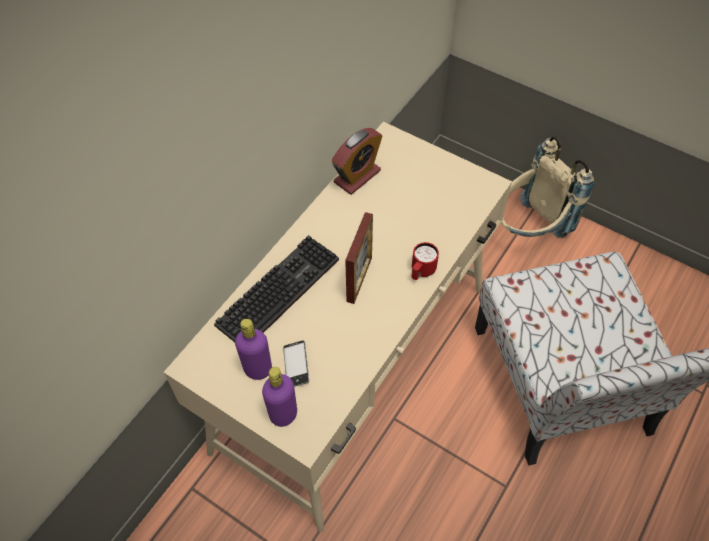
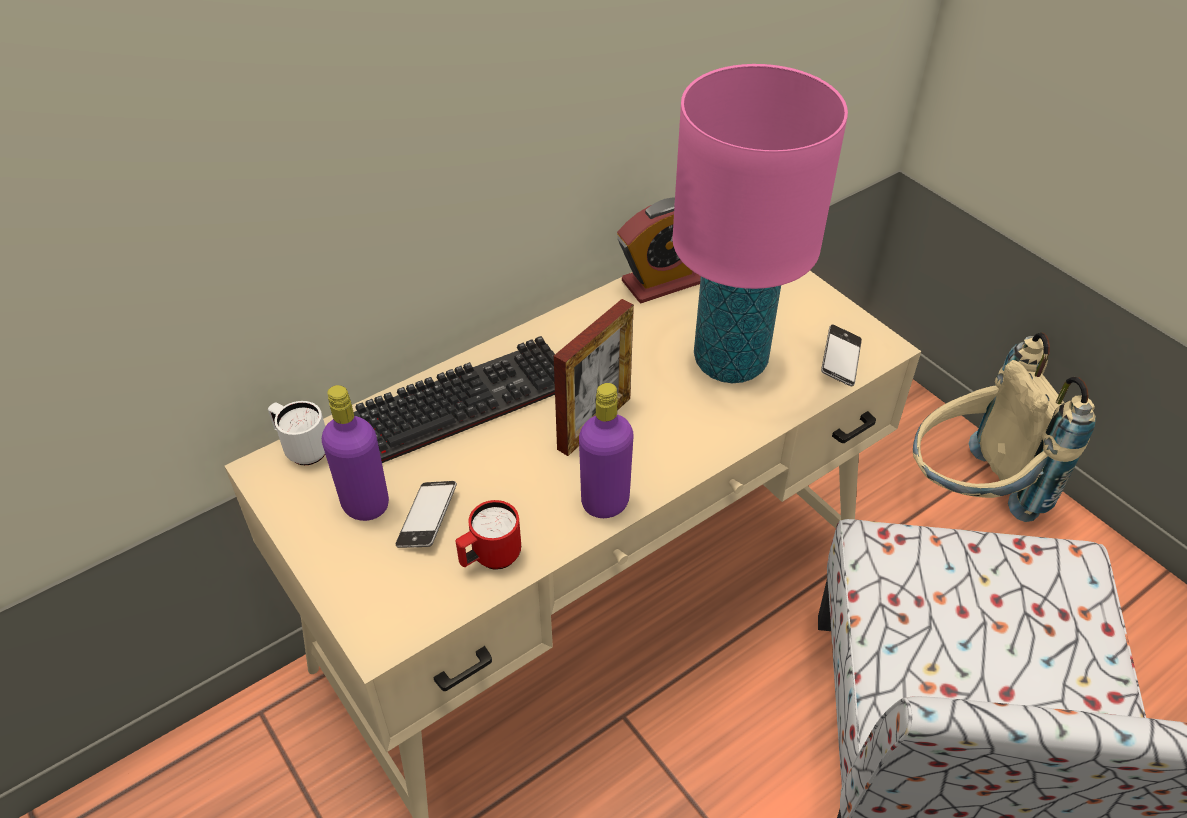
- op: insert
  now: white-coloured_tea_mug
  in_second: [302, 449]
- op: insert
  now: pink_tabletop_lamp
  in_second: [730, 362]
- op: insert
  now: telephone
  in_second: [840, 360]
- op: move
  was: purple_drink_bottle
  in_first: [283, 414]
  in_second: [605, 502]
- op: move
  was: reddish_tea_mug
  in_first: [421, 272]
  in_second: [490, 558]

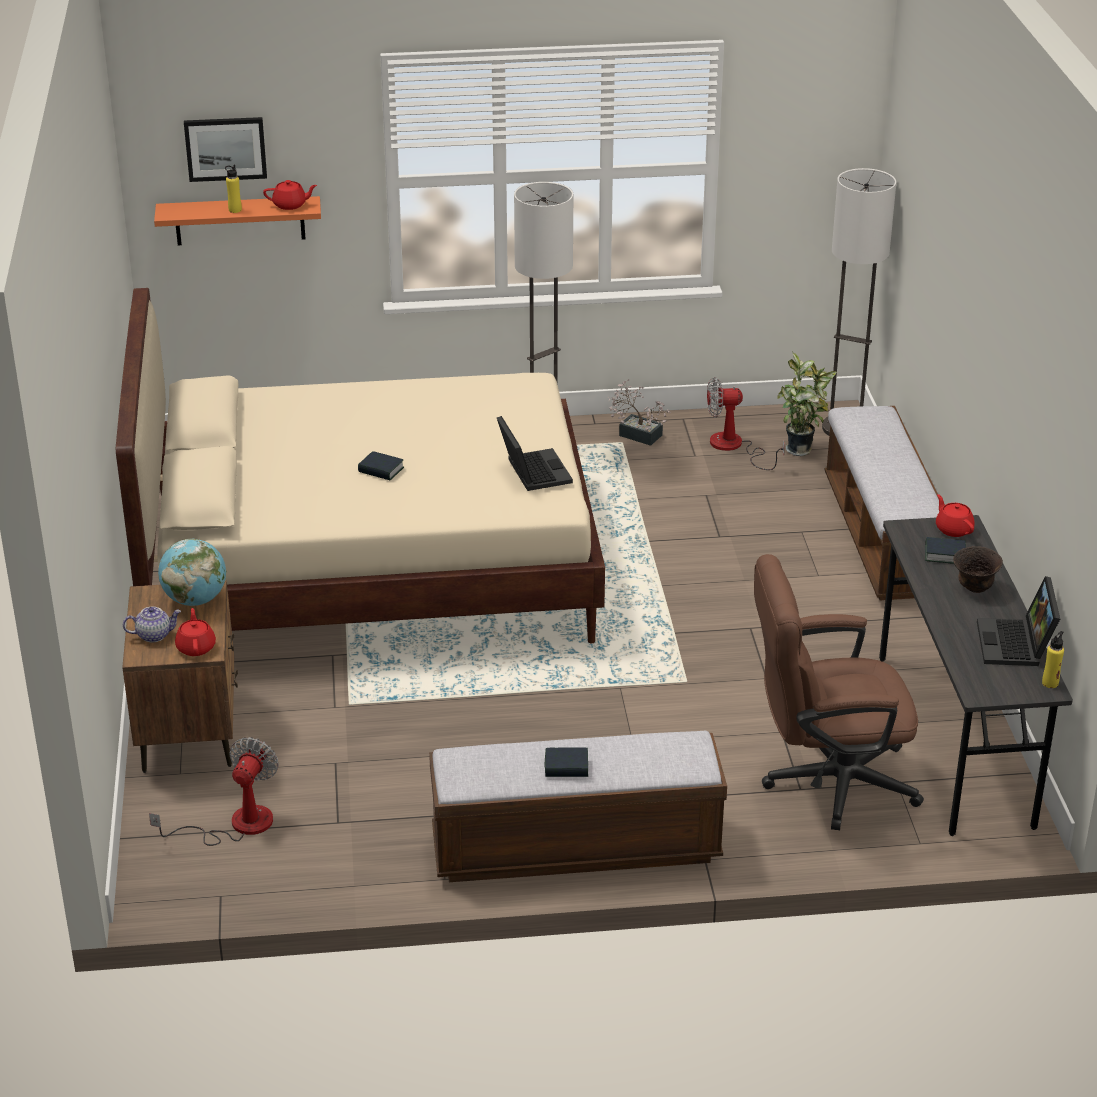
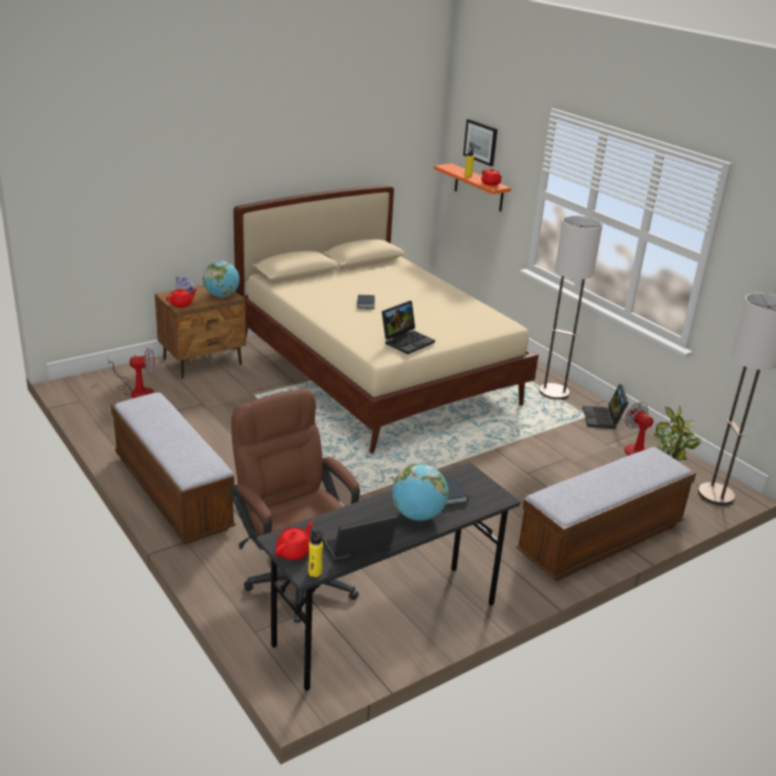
- op: delete
  was: book
  in_first: [566, 767]
- op: move
  was: reddish_pot_for_tea
  in_first: [953, 529]
  in_second: [294, 552]
- op: replace
  was: houseplant
  now: portable_computer
  in_first: [636, 433]
  in_second: [603, 419]
- op: replace
  was: brown-coloured_bowl
  now: world_globe
  in_first: [974, 587]
  in_second: [418, 515]

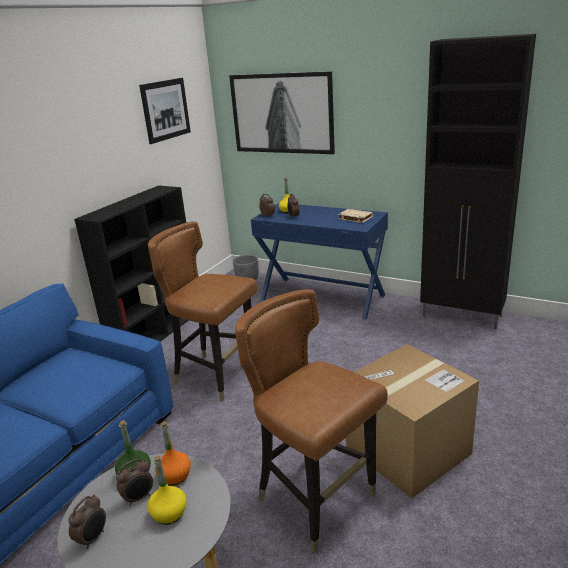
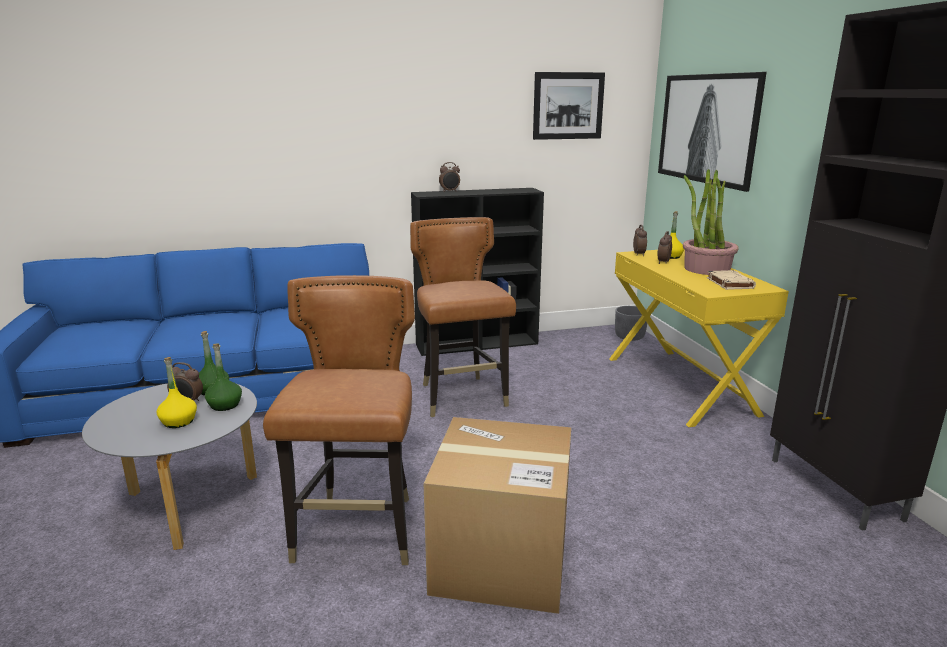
- op: insert
  now: houseplant
  in_second: [706, 269]
- op: move
  was: alarm_clock
  in_first: [93, 538]
  in_second: [450, 191]
- op: recolor
  was: orange_drink_bottle
  now: green_drink_bottle
  in_first: [174, 476]
  in_second: [225, 405]
- op: recolor
  was: blue_desk
  now: yellowish_desk
  in_first: [322, 297]
  in_second: [680, 385]

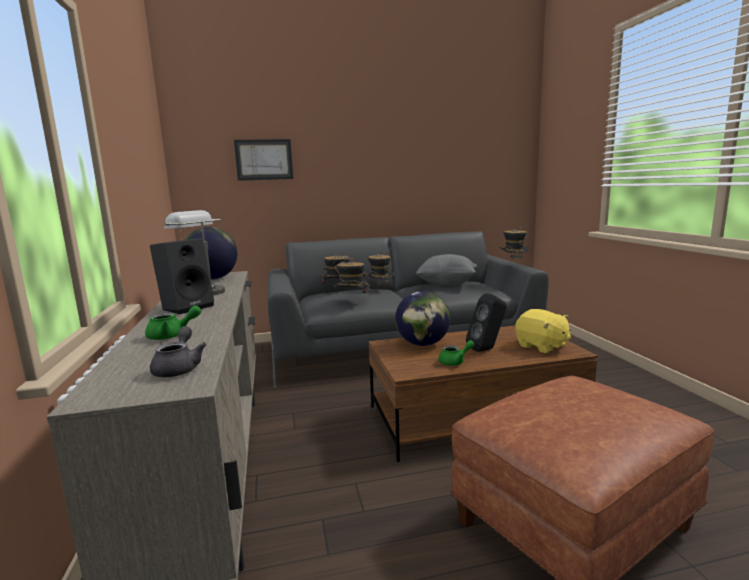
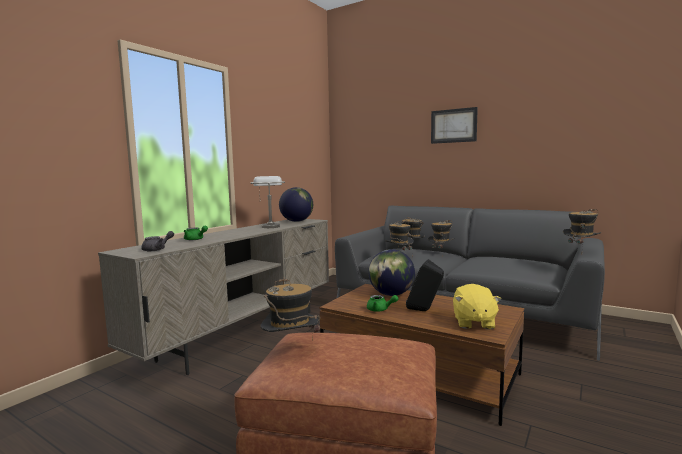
- op: delete
  was: black-coloured_speaker
  in_first: [187, 307]
- op: delete
  was: gray_pillow
  in_first: [447, 284]
- op: insert
  now: wearable_hat
  in_second: [291, 350]
- op: move
  was: wall_picture
  in_first: [264, 159]
  in_second: [453, 126]

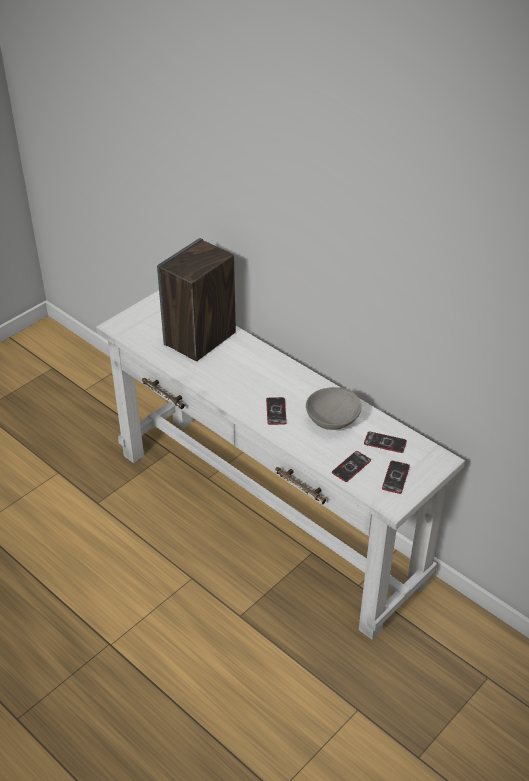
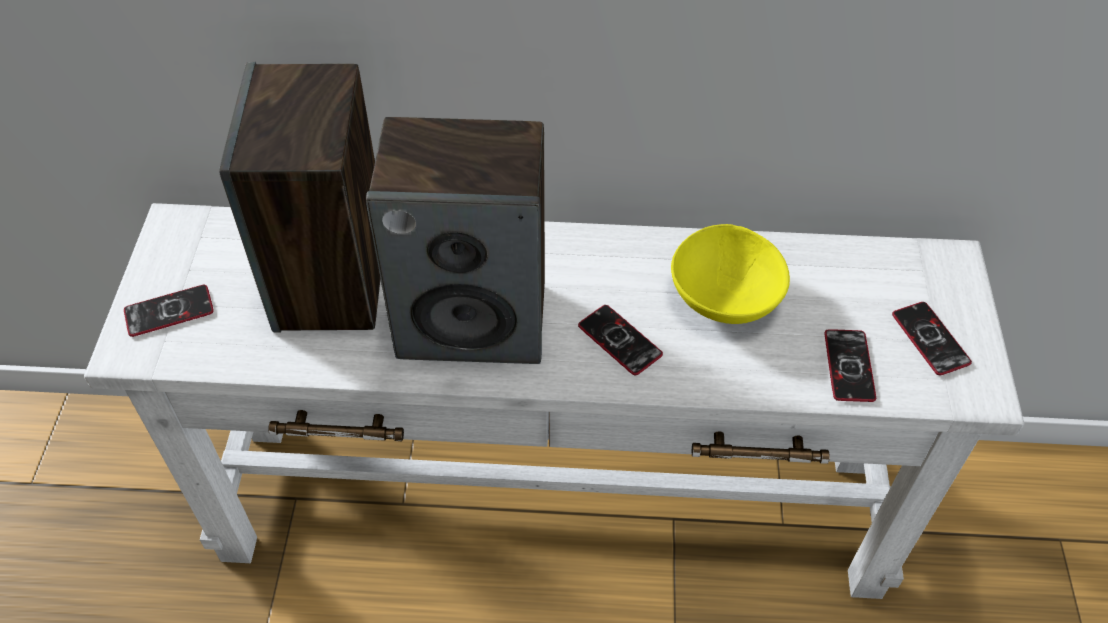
- op: insert
  now: speaker
  in_second: [474, 320]
- op: move
  was: telephone
  in_first: [385, 443]
  in_second: [169, 311]
- op: recolor
  was: gray_bowl
  now: yellowish_bowl
  in_first: [332, 419]
  in_second: [723, 296]

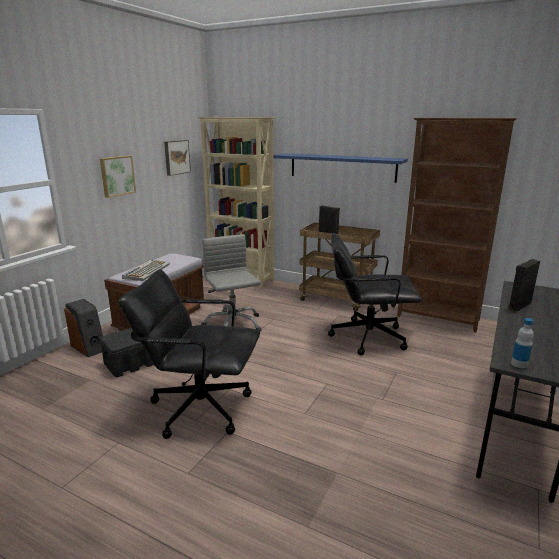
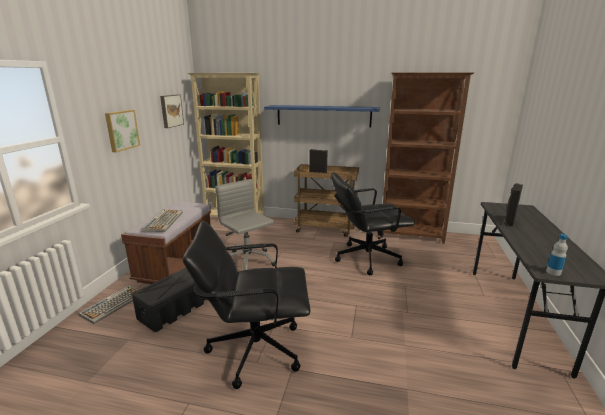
- op: replace
  was: speaker
  now: PC_keyboard
  in_first: [89, 347]
  in_second: [113, 304]

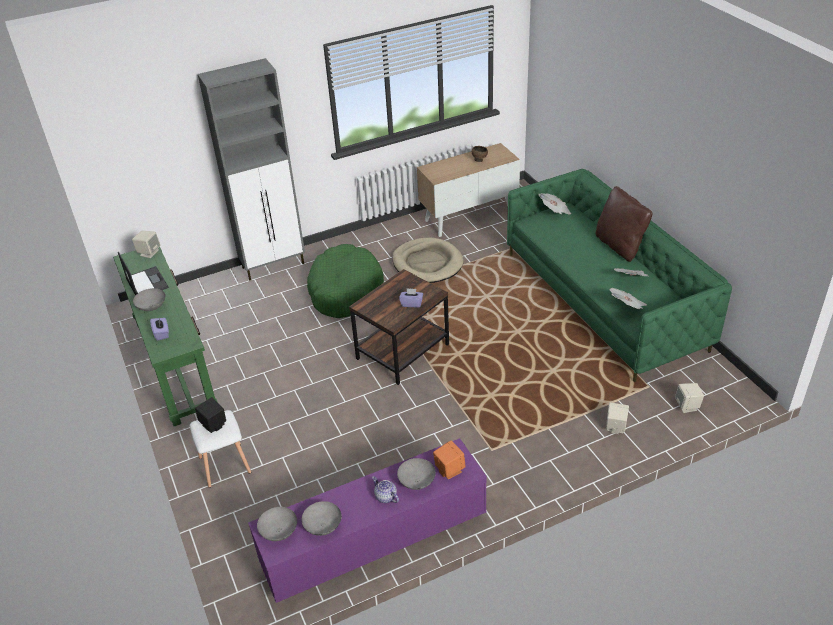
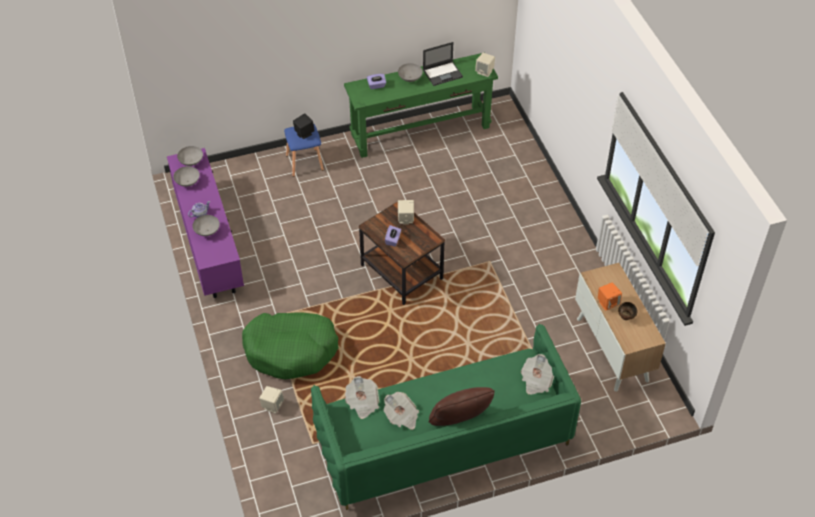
- op: delete
  was: gray_storage_cabinet
  in_first: [274, 265]
- op: delete
  was: beige-coloured_dog_cushion
  in_first: [427, 263]
- op: move
  was: green_dog_cushion
  in_first: [345, 290]
  in_second: [291, 350]
- op: move
  was: orange_speaker
  in_first: [449, 470]
  in_second: [608, 303]
- op: move
  was: beige-coloured_speaker
  in_first: [687, 406]
  in_second: [405, 219]
- op: recolor
  was: white-coloured_sitting_stool
  now: blue_sitting_stool
  in_first: [224, 464]
  in_second: [305, 162]

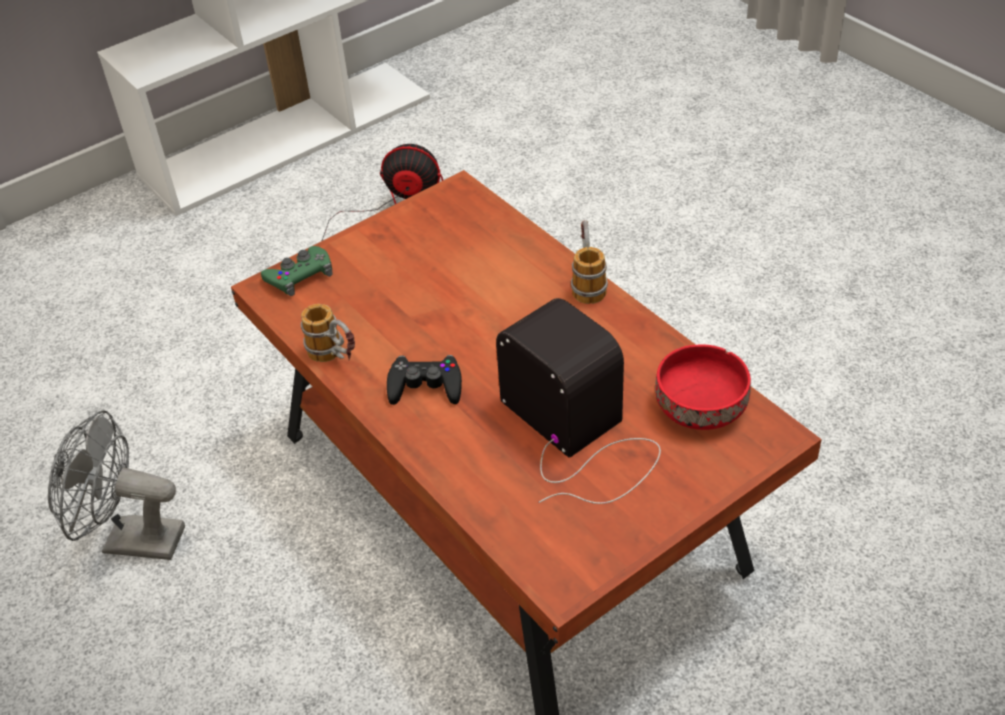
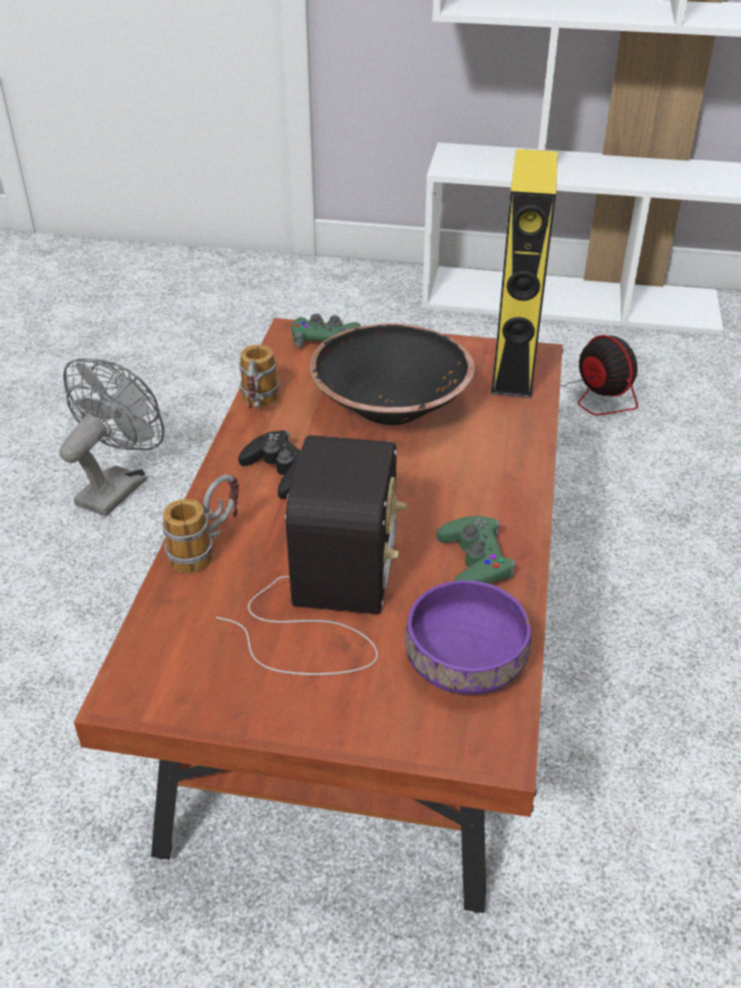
- op: insert
  now: black-coloured_bowl
  in_second: [390, 407]
- op: insert
  now: green_gamepad
  in_second: [474, 561]
- op: insert
  now: yellowish_speaker
  in_second: [513, 368]
- op: move
  was: tea_mug
  in_first: [587, 282]
  in_second: [207, 548]
- op: recolor
  was: reddish_bowl
  now: purple_bowl
  in_first: [698, 407]
  in_second: [462, 660]
- op: rotate
  was: gray_cooling_fan
  in_first: [132, 540]
  in_second: [118, 486]
  clockwise: 60

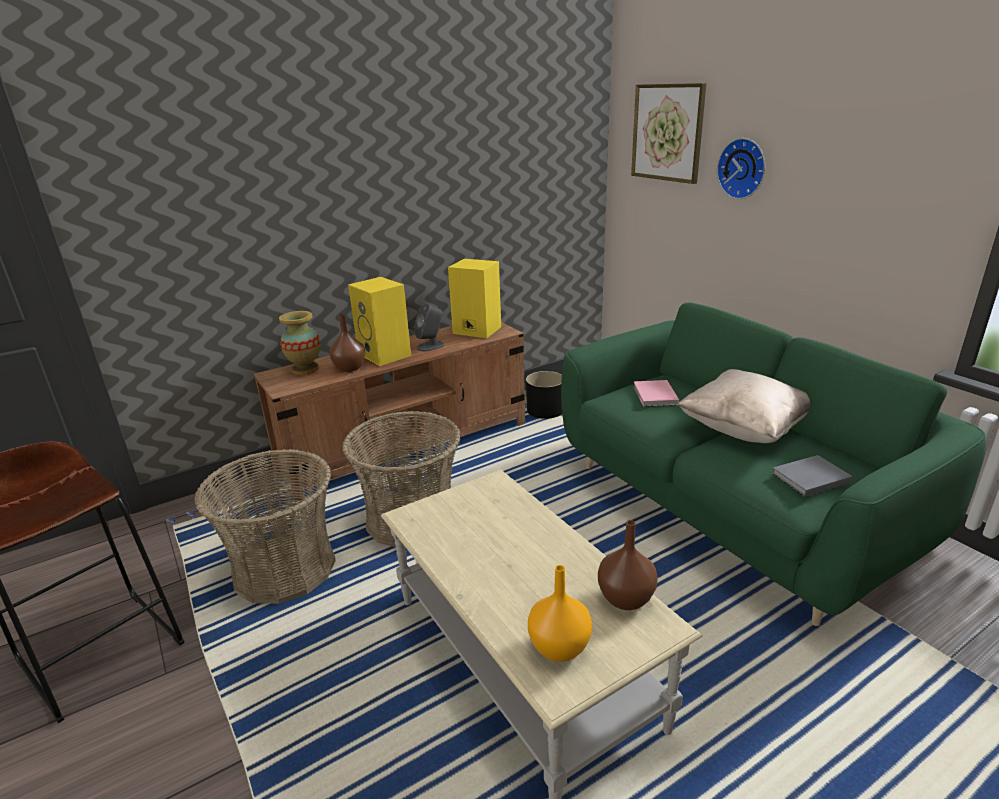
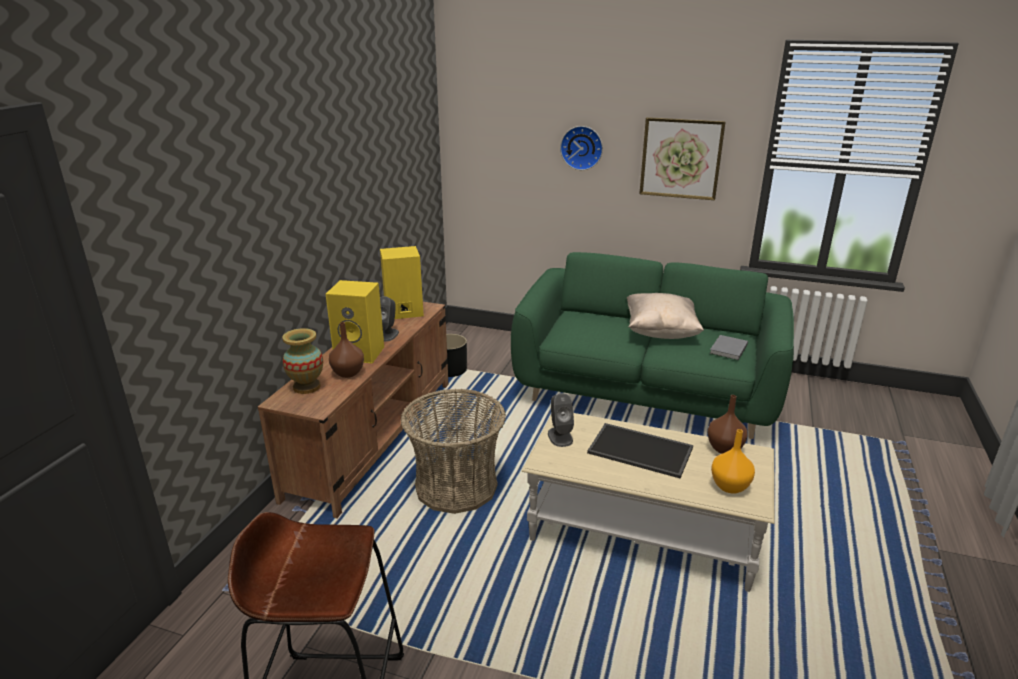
- op: delete
  was: basket
  in_first: [284, 568]
- op: delete
  was: pink_book
  in_first: [654, 396]
- op: insert
  now: gray_speaker
  in_second: [560, 436]
- op: insert
  now: carrying_tray
  in_second: [641, 450]
- op: move
  was: wall_picture
  in_first: [667, 132]
  in_second: [681, 158]

